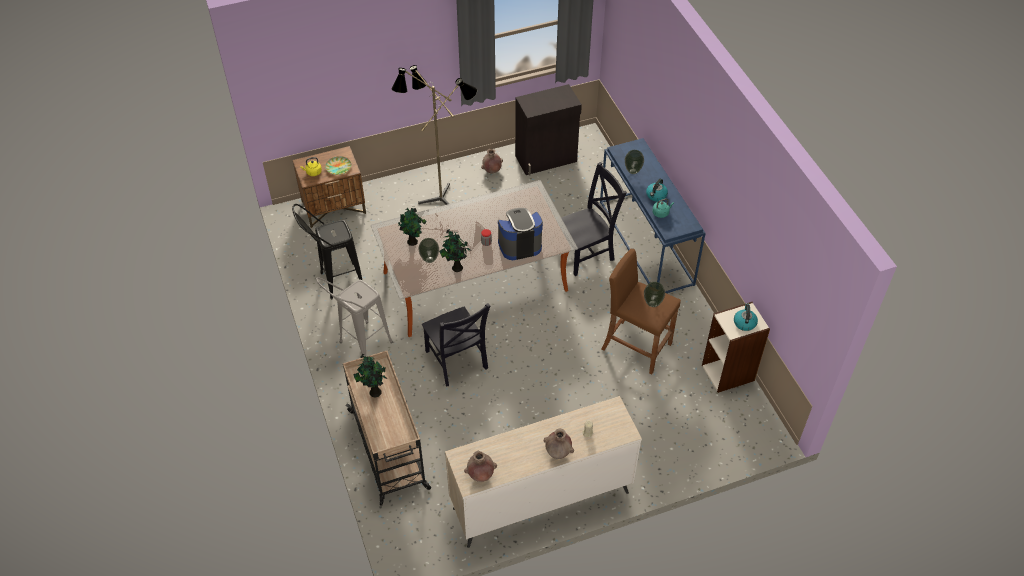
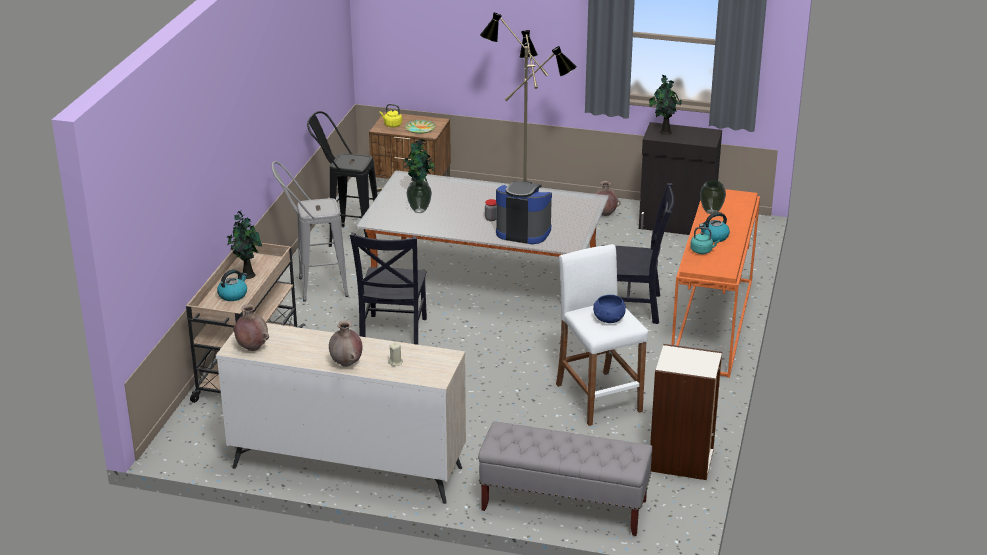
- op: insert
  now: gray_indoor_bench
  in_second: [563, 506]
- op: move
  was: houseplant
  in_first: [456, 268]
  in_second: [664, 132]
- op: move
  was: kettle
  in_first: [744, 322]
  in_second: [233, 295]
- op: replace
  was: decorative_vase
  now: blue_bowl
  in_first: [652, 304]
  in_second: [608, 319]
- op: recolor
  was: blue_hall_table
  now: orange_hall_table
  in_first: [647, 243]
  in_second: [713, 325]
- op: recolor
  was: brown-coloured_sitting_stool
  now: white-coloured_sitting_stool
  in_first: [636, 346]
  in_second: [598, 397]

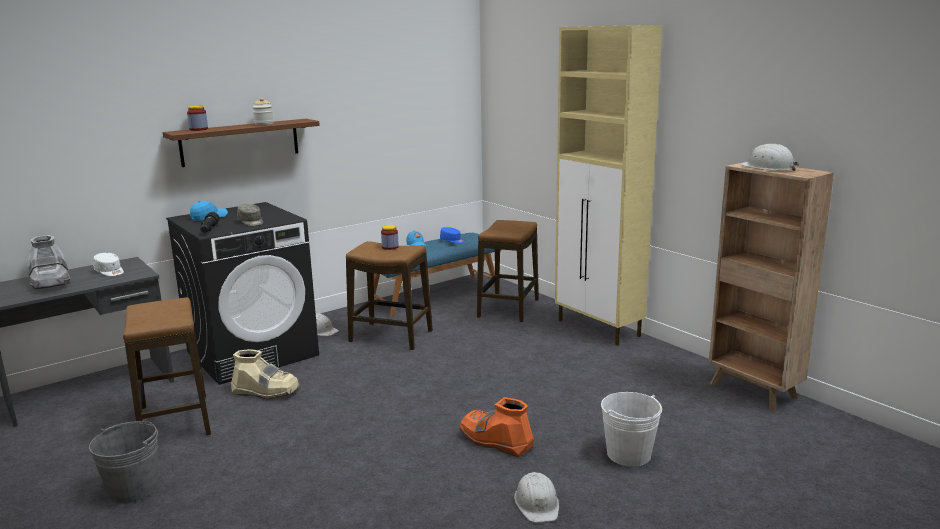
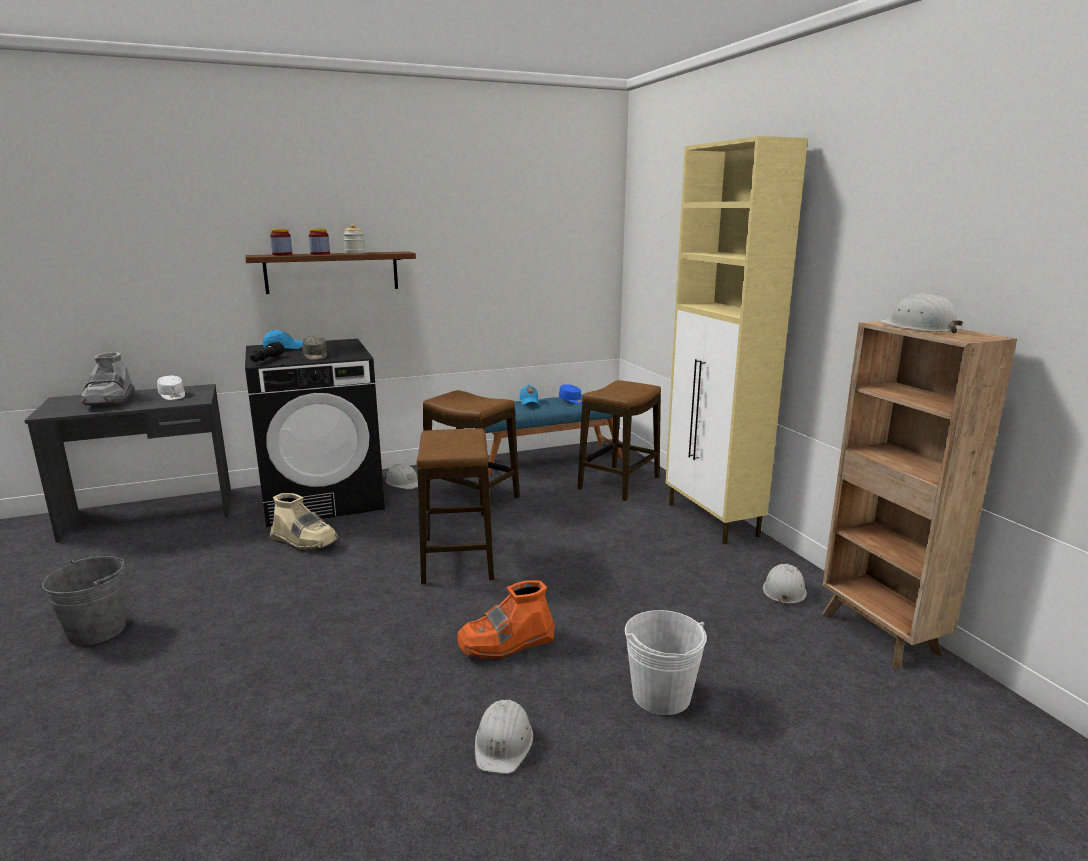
- op: insert
  now: white-coloured_hard_hat
  in_second: [784, 590]
- op: move
  was: sitting_stool
  in_first: [175, 420]
  in_second: [457, 559]
- op: move
  was: storage_jar
  in_first: [390, 247]
  in_second: [320, 254]
- op: rotate
  was: orange_high-top_boot
  in_first: [495, 440]
  in_second: [506, 644]
  clockwise: -75

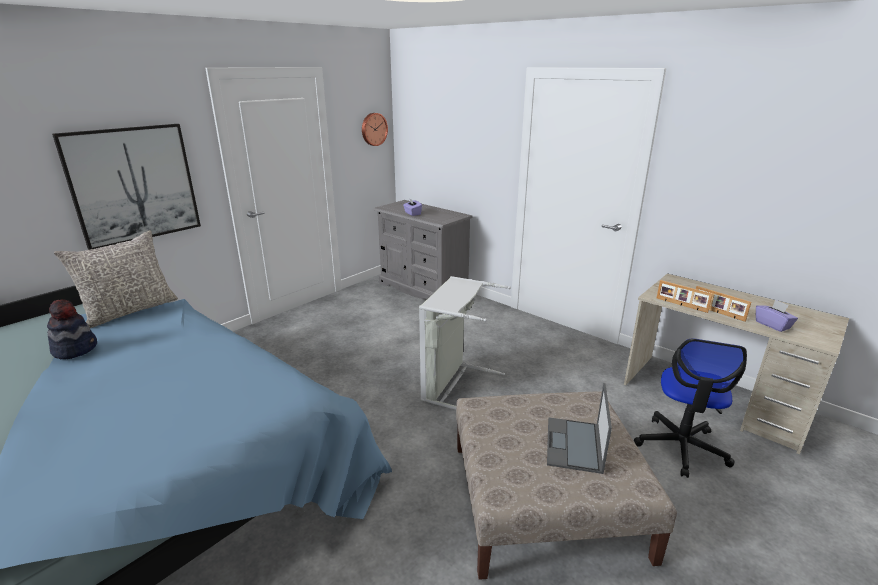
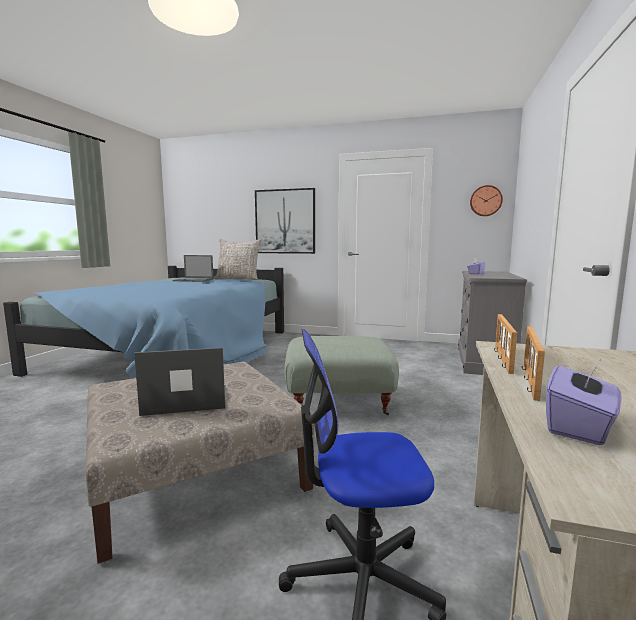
- op: replace
  was: wearable_hat
  now: portable_computer
  in_first: [75, 349]
  in_second: [194, 280]
- op: replace
  was: gray_laundry_basket
  now: gray_pouffe
  in_first: [455, 385]
  in_second: [339, 401]

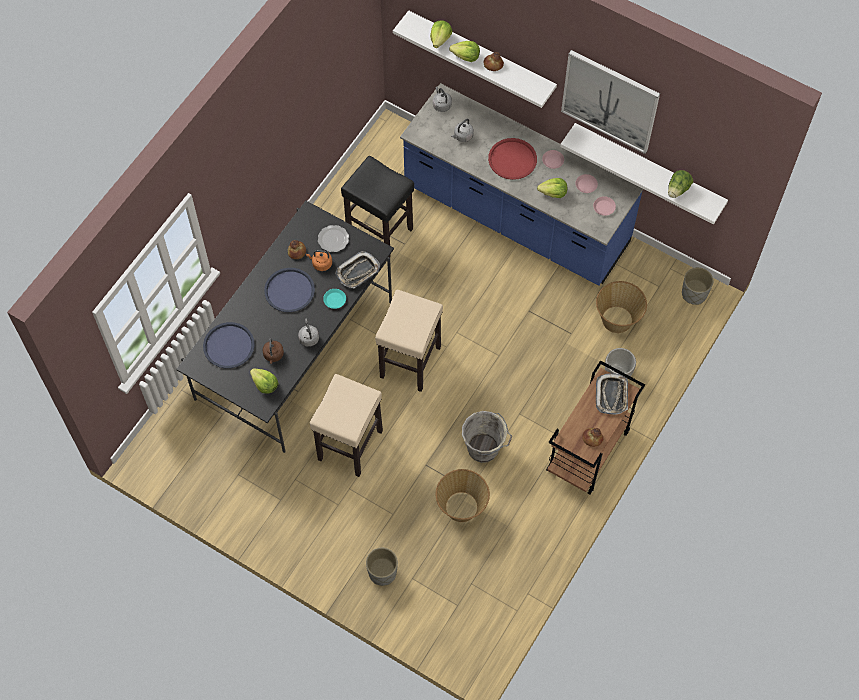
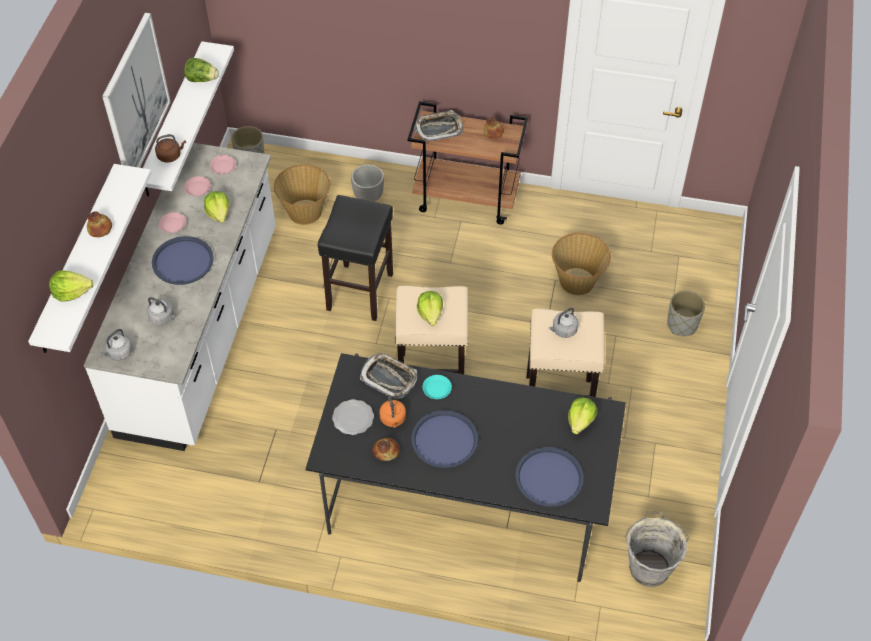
- op: move
  was: brown-coloured_kettle
  in_first: [273, 355]
  in_second: [170, 155]
- op: move
  was: gray_kettle
  in_first: [308, 337]
  in_second: [563, 330]
- op: move
  was: black-coloured_sitting_stool
  in_first: [380, 231]
  in_second: [360, 291]
- op: move
  was: lettuce
  in_first: [466, 56]
  in_second: [430, 313]
- op: move
  was: gray_water_bucket
  in_first: [484, 449]
  in_second: [649, 567]
- op: recolor
  was: blue_counter
  now: white-coloured_counter
  in_first: [515, 216]
  in_second: [202, 331]
- op: recolor
  was: reddish_carrying_tray
  now: blue_carrying_tray
  in_first: [512, 159]
  in_second: [183, 261]

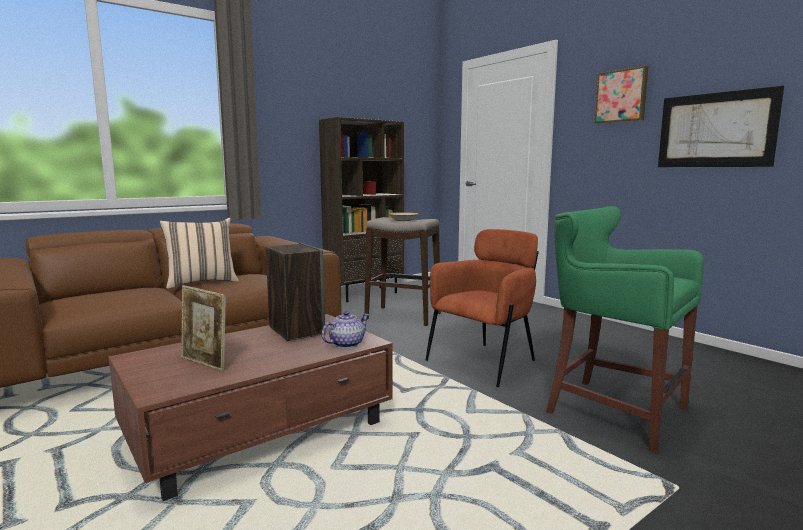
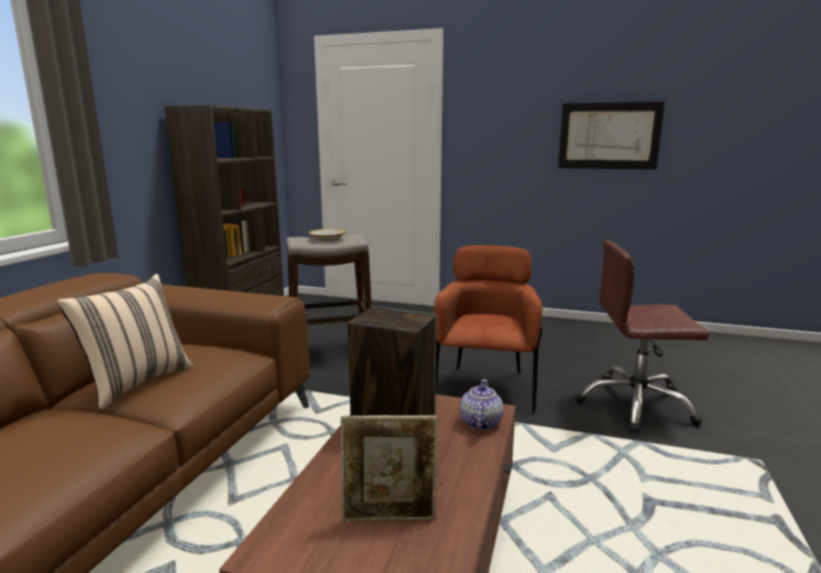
- op: delete
  was: wall_picture
  in_first: [621, 96]
- op: replace
  was: green_sitting_stool
  now: brown-coloured_desk_chair
  in_first: [611, 409]
  in_second: [635, 405]

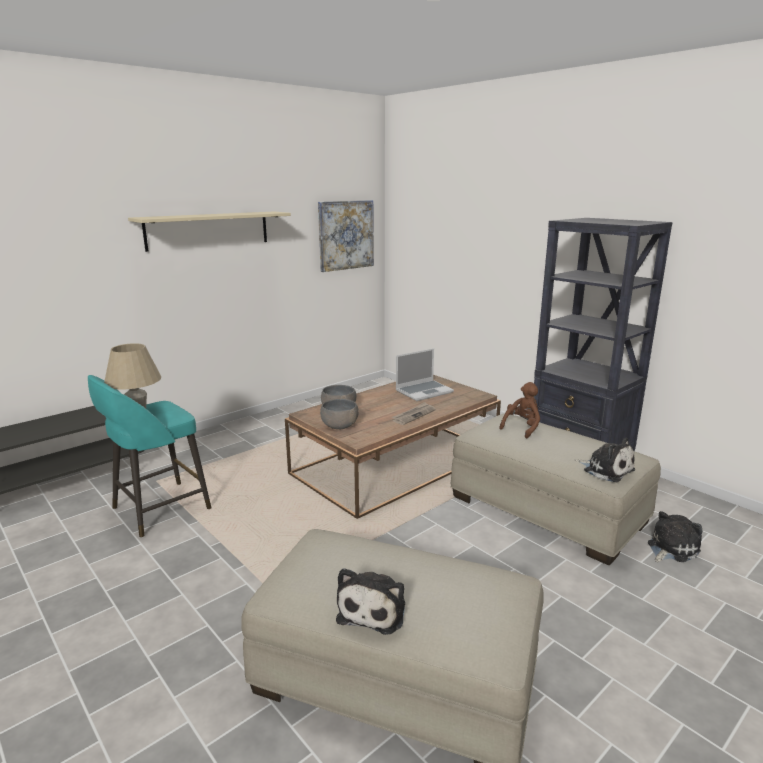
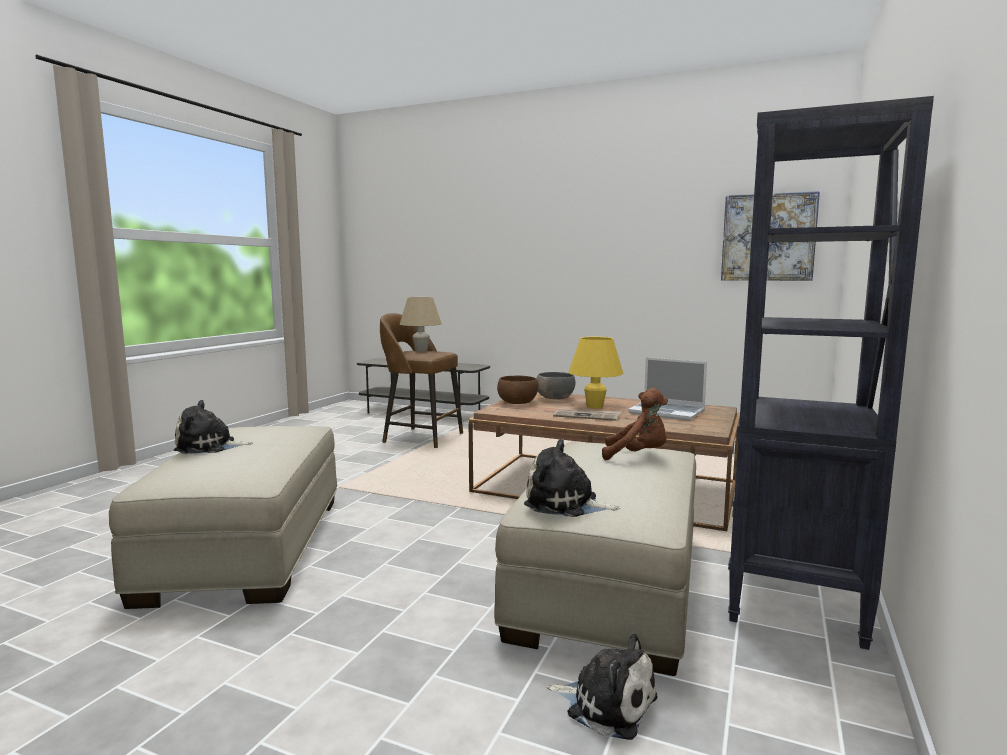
- op: delete
  was: beige-coloured_bracket_shelf
  in_first: [208, 230]
- op: insert
  now: yellowish_tabletop_lamp
  in_second: [594, 406]
- op: recolor
  was: blue-green_sitting_stool
  now: brown-coloured_sitting_stool
  in_first: [158, 509]
  in_second: [421, 438]
- op: recolor
  was: gray_bowl
  now: brown-coloured_bowl
  in_first: [339, 426]
  in_second: [517, 402]
- op: rotate
  was: cuddly_toy
  in_first: [606, 469]
  in_second: [565, 504]
  clockwise: 90

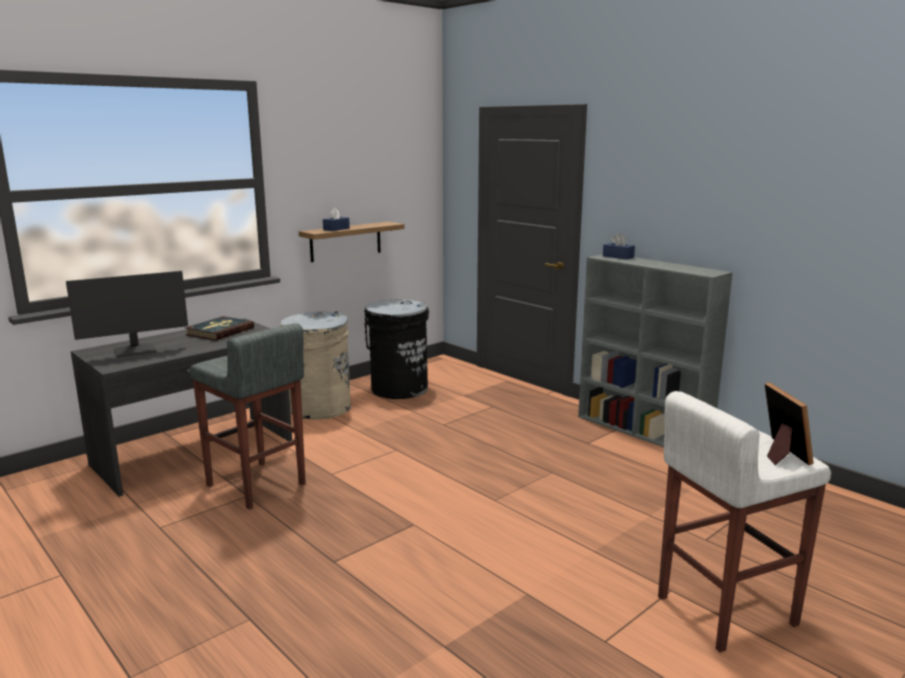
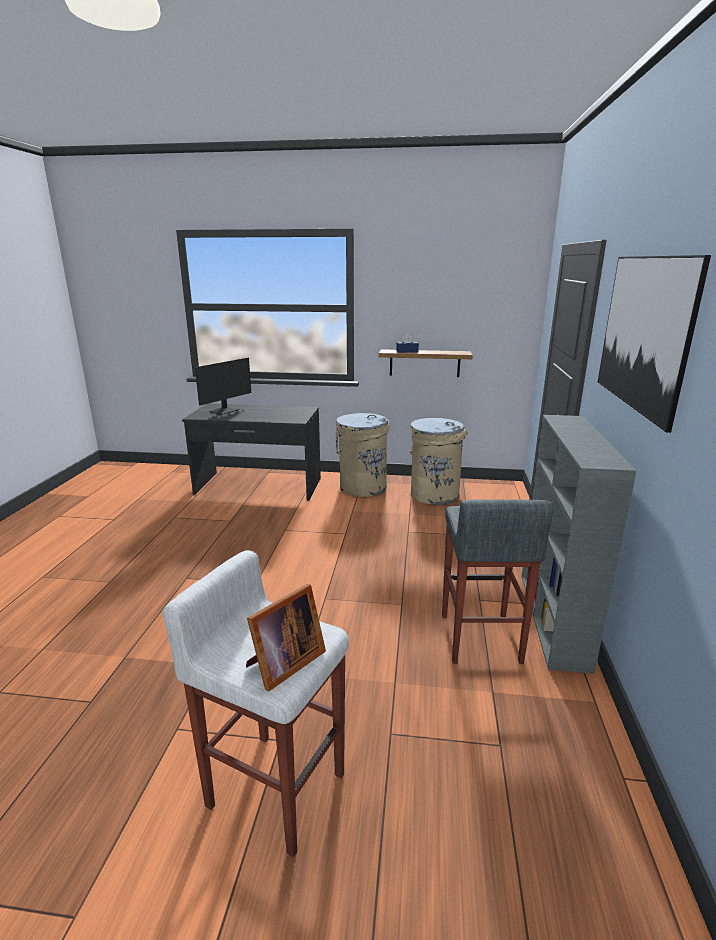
- op: delete
  was: book
  in_first: [220, 331]
- op: delete
  was: blue_box_of_tissues
  in_first: [618, 257]
- op: insert
  now: wall_picture
  in_second: [643, 333]
- op: move
  was: gray_sitting_stool
  in_first: [256, 485]
  in_second: [479, 639]
- op: recolor
  was: black-coloured_rubbish_bin
  now: beige-coloured_rubbish_bin
  in_first: [399, 389]
  in_second: [434, 494]
- op: rotate
  was: computer_screen
  in_first: [135, 350]
  in_second: [225, 411]
  clockwise: -75

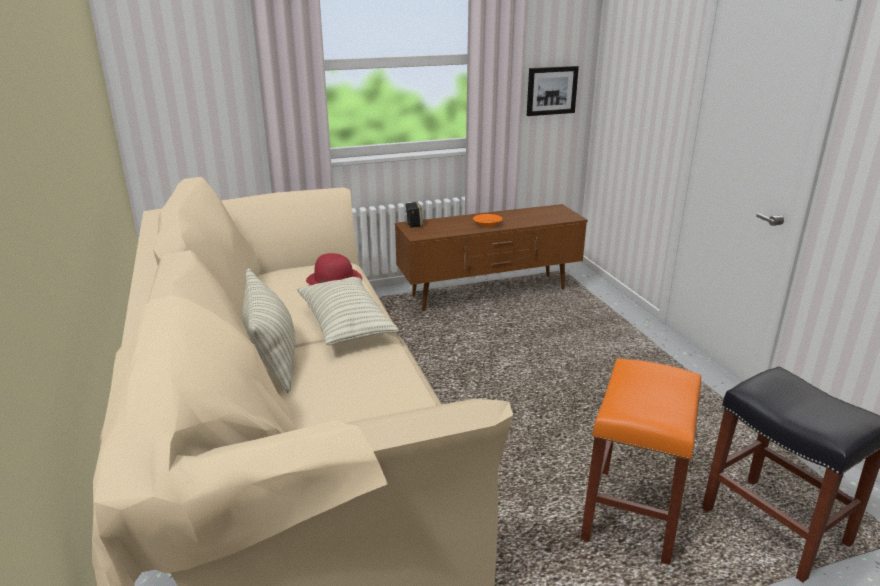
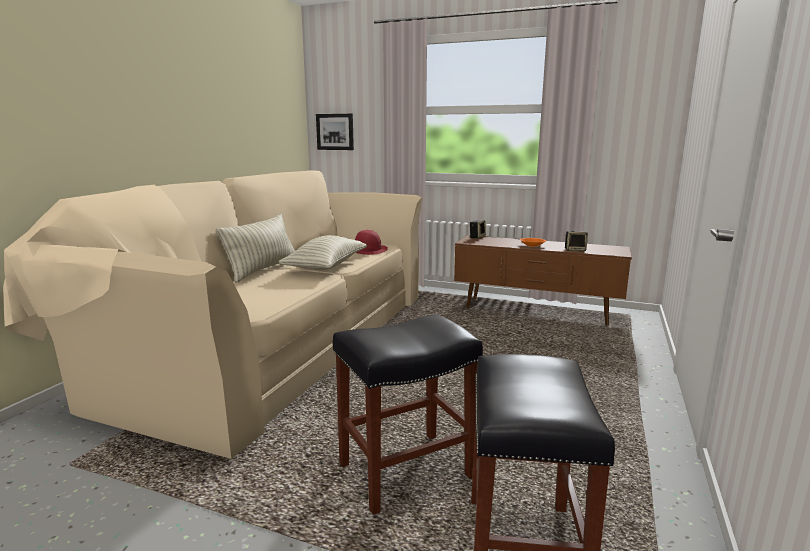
- op: insert
  now: speaker
  in_second: [575, 250]
- op: move
  was: wall_picture
  in_first: [551, 90]
  in_second: [335, 132]
- op: recolor
  was: orange_sitting_stool
  now: black-coloured_sitting_stool
  in_first: [632, 515]
  in_second: [404, 472]

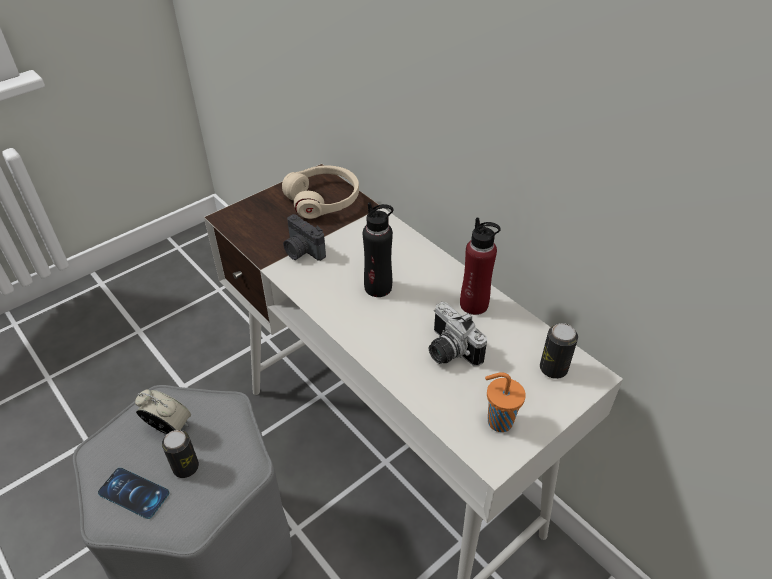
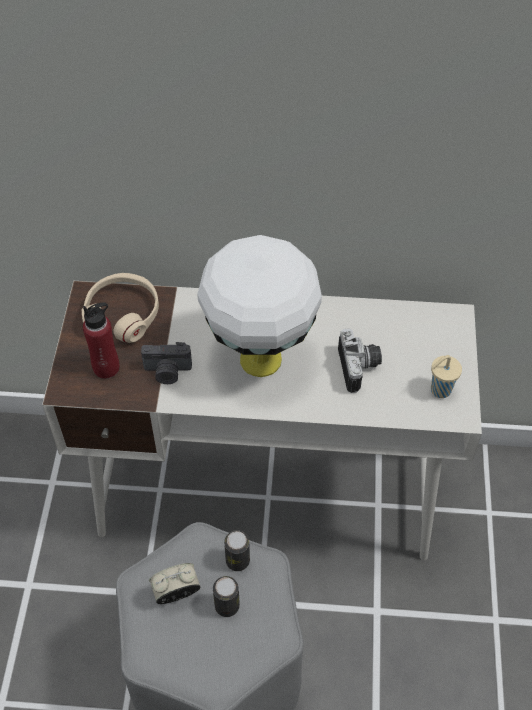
- op: delete
  was: telephone
  in_first: [134, 493]
- op: move
  was: reddish_drink_bottle
  in_first: [474, 304]
  in_second: [106, 367]
- op: move
  was: metal_can
  in_first: [553, 369]
  in_second: [237, 560]
- op: replace
  was: black-coloured_drink_bottle
  now: white-coloured_tabletop_lamp
  in_first: [378, 287]
  in_second: [260, 357]
- op: recolor
  was: orange_drinking_cup
  now: beige-coloured_drinking_cup
  in_first: [498, 421]
  in_second: [439, 390]
- op: rotate
  was: still_camera
  in_first: [448, 351]
  in_second: [360, 368]
  clockwise: -105

